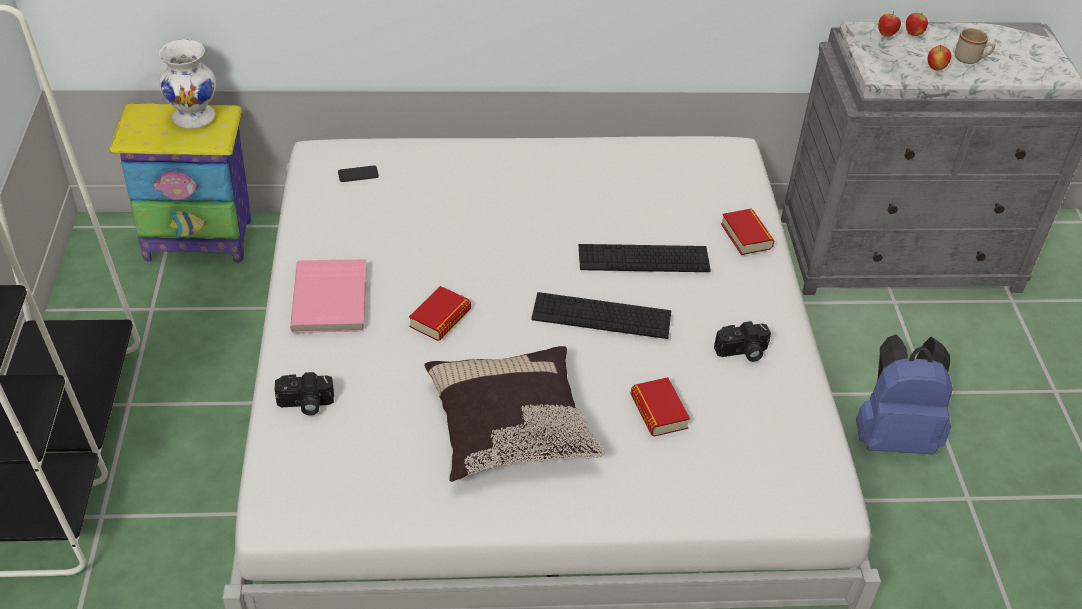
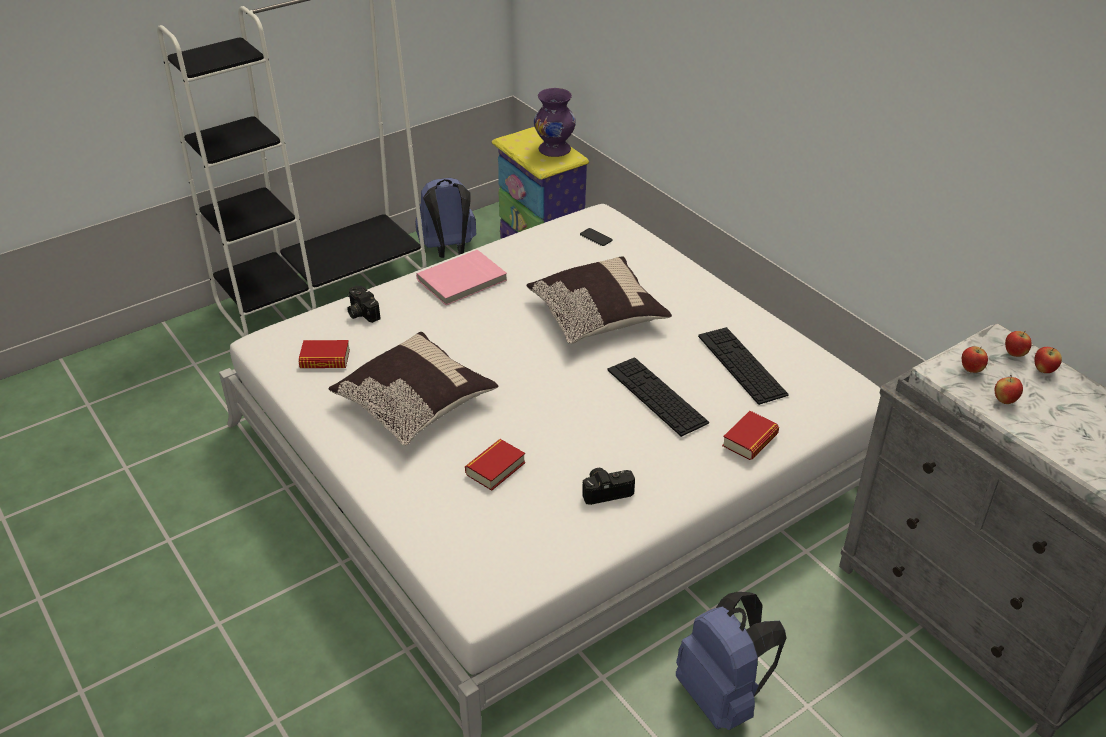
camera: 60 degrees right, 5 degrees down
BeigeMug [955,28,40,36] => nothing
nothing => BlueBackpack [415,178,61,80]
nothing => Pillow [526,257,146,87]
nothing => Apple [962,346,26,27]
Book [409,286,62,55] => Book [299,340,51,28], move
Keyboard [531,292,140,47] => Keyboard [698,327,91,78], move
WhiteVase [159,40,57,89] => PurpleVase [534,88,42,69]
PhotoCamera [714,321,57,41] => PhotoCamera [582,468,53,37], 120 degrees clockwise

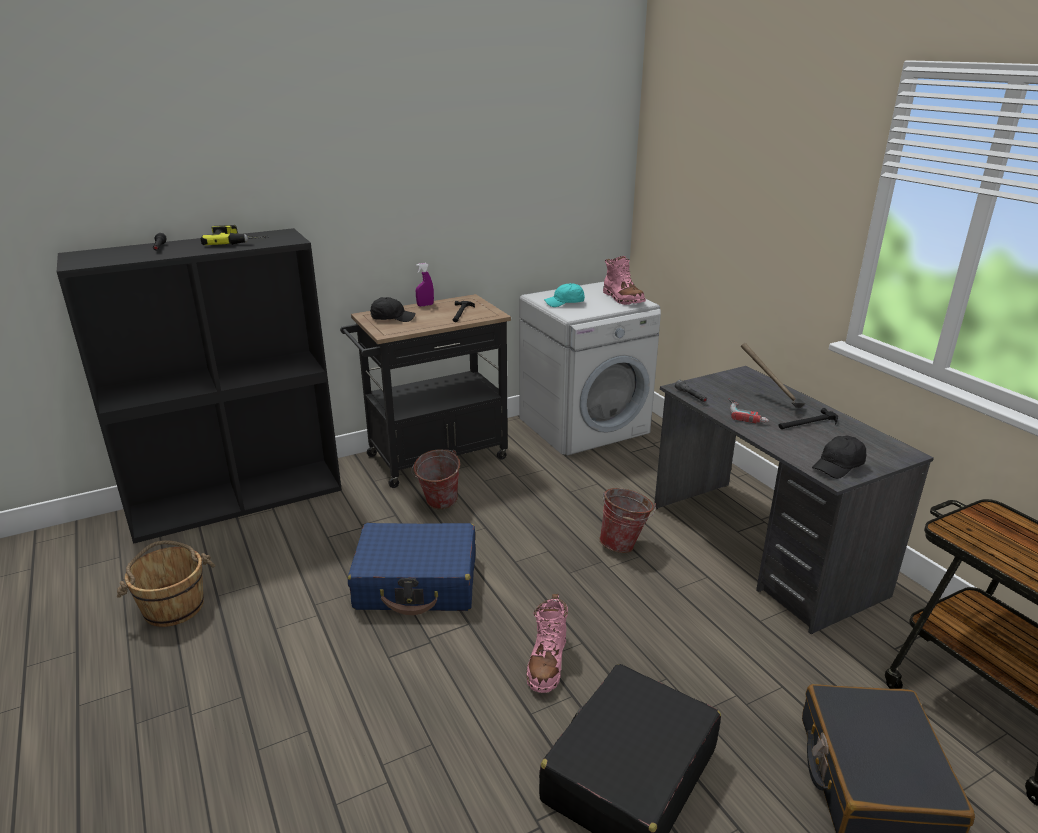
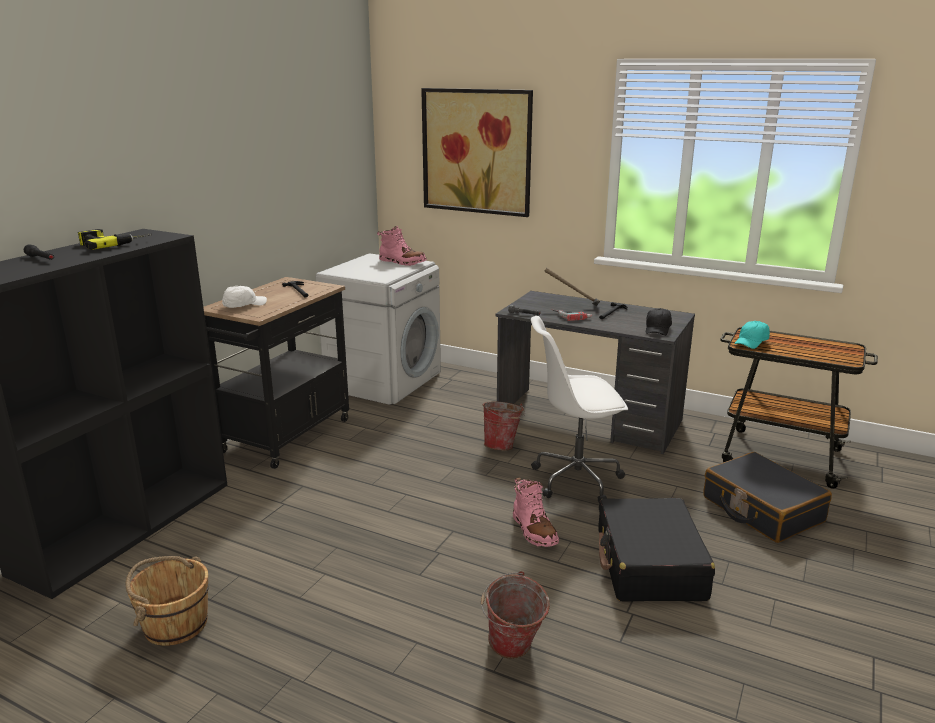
camera: 35 degrees left, 5 degrees down
BlueSuitcase [348,523,128,92] => nothing
PurpleSprayBottle [416,263,18,44] => nothing
nothing => Picture [421,88,112,129]
nothing => WhiteOfficeChair [531,316,97,187]
Bucket [411,449,49,60] => Bucket [481,571,69,88], move
TurquoiseCap [544,283,41,24] => TurquoiseCap [734,321,36,28], move
BlackCap [370,297,45,25] => WhiteCap [222,286,45,22]

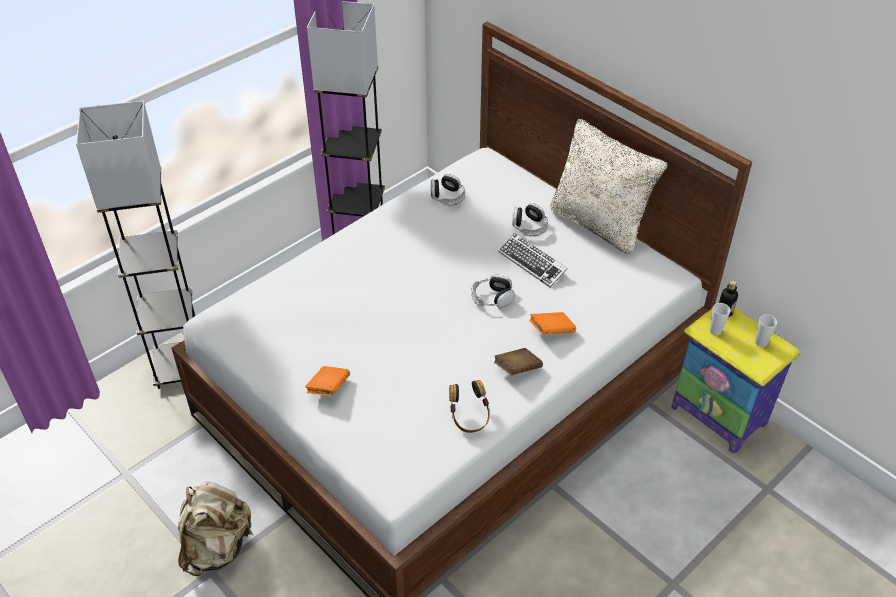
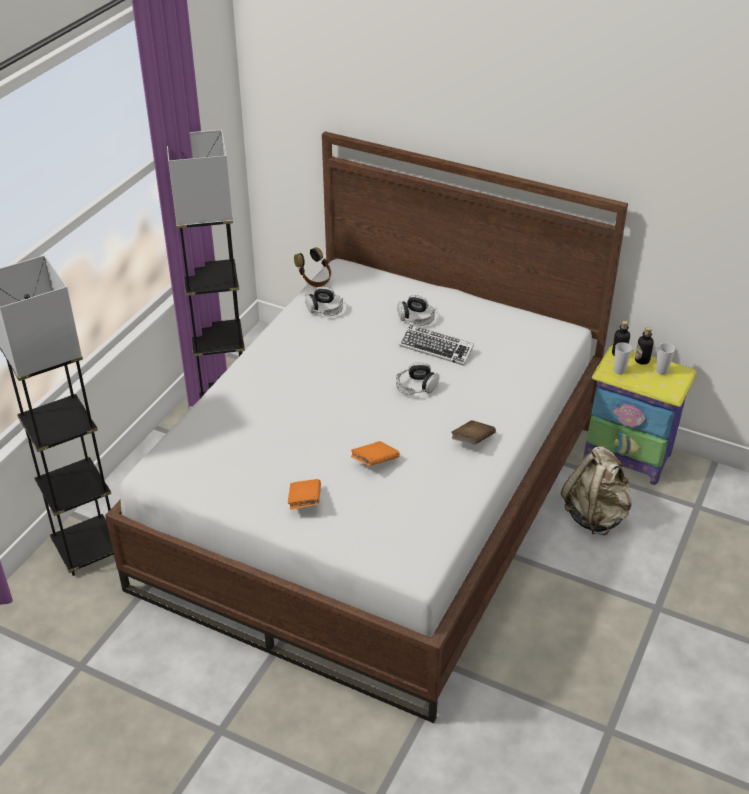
camera: 20 degrees left, 5 degrees down
BeigePillow [550,119,117,134] => nothing
nothing => Bottle [635,327,19,38]
BeigeBackpack [178,481,76,95] => BeigeBackpack [561,446,71,89], move
Headphones [449,380,41,53] => Headphones [294,247,37,40], move
OrangeBook [529,312,47,22] => OrangeBook [351,441,49,25], move

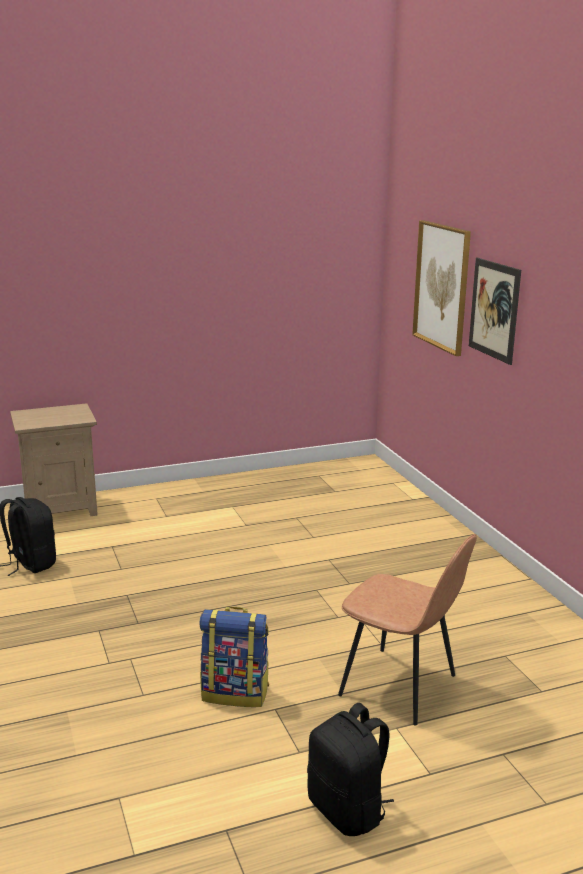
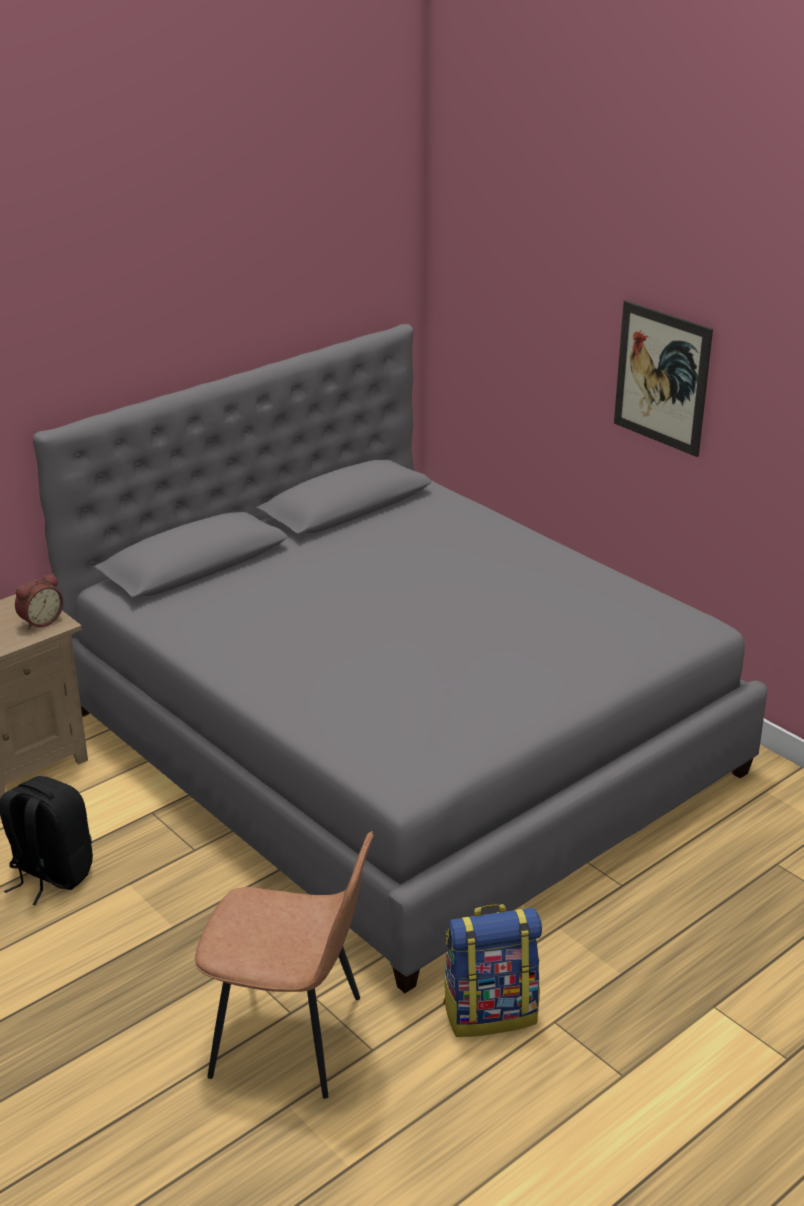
camera: 20 degrees left, 10 degrees up
BlackBackpack [307,703,87,133] => nothing
Picture [412,220,59,136] => nothing
nothing => AlarmClock [15,573,48,57]
nothing => GreyBed [33,324,735,669]
BrownChair [338,534,139,192] => BrownChair [195,831,179,268], move

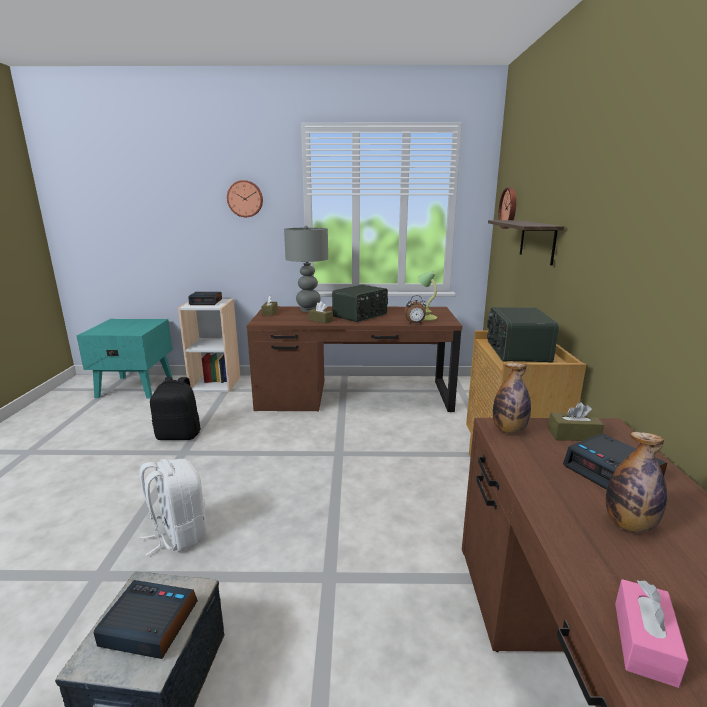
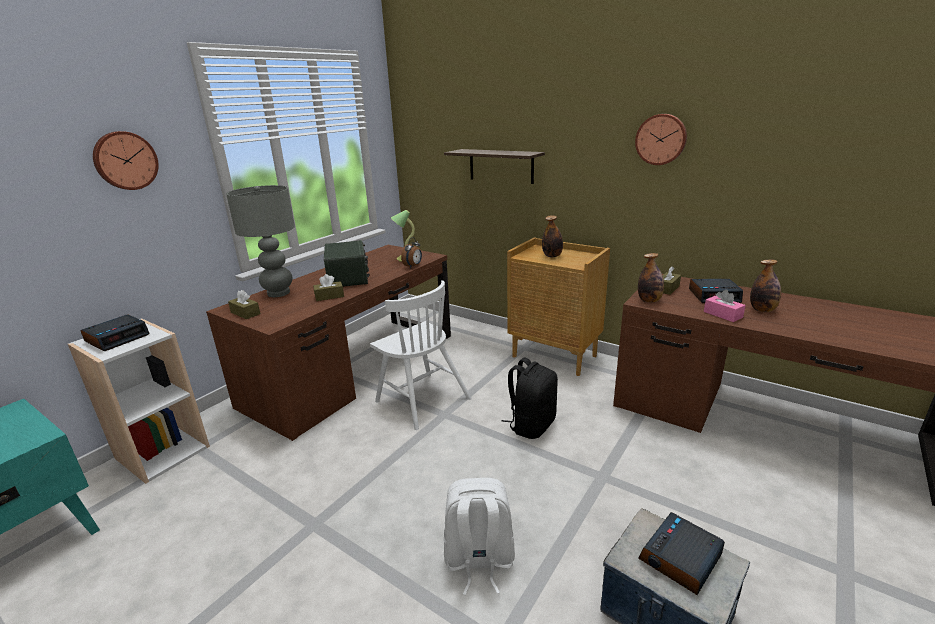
camera: 55 degrees left, 5 degrees up
nothing => WhiteChair [370,280,102,150]
BlackBackpack [150,377,51,63] => BlackBackpack [502,358,56,81], move
WallClock [498,188,18,41] => WallClock [635,114,52,51], move
PinkTissueBox [615,579,74,109] => PinkTissueBox [704,290,42,32], move
Radio [487,307,72,55] => Bottle [542,215,21,42]

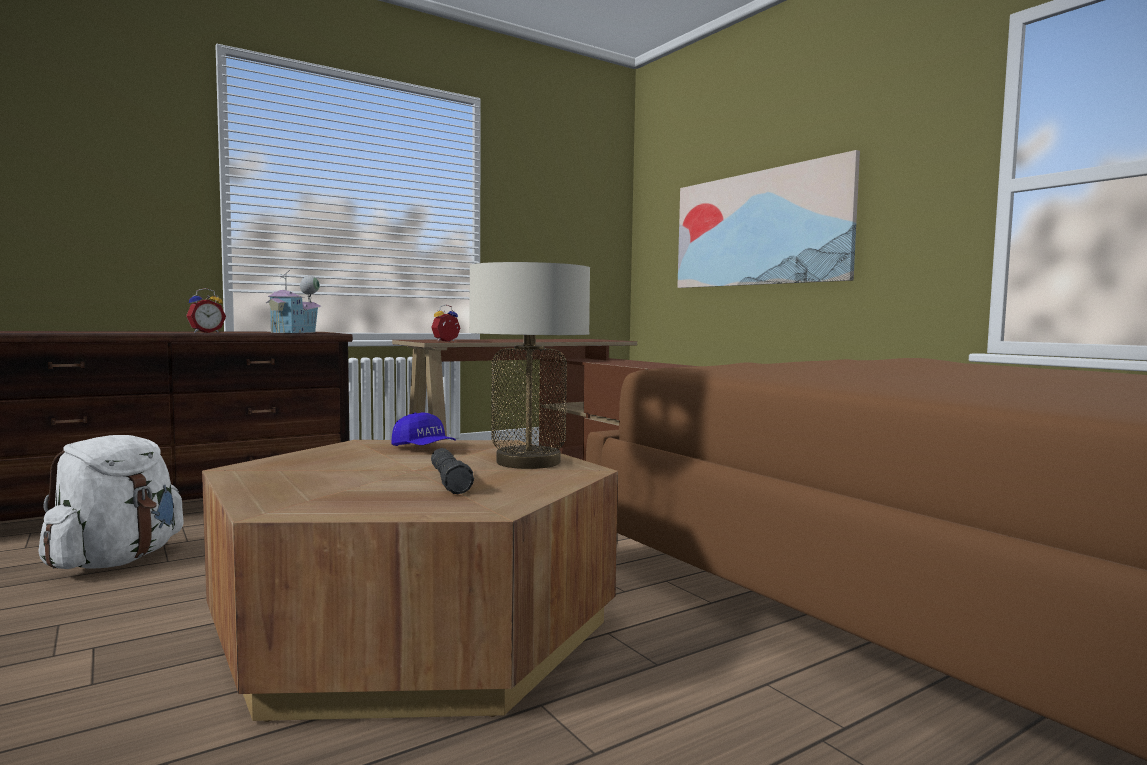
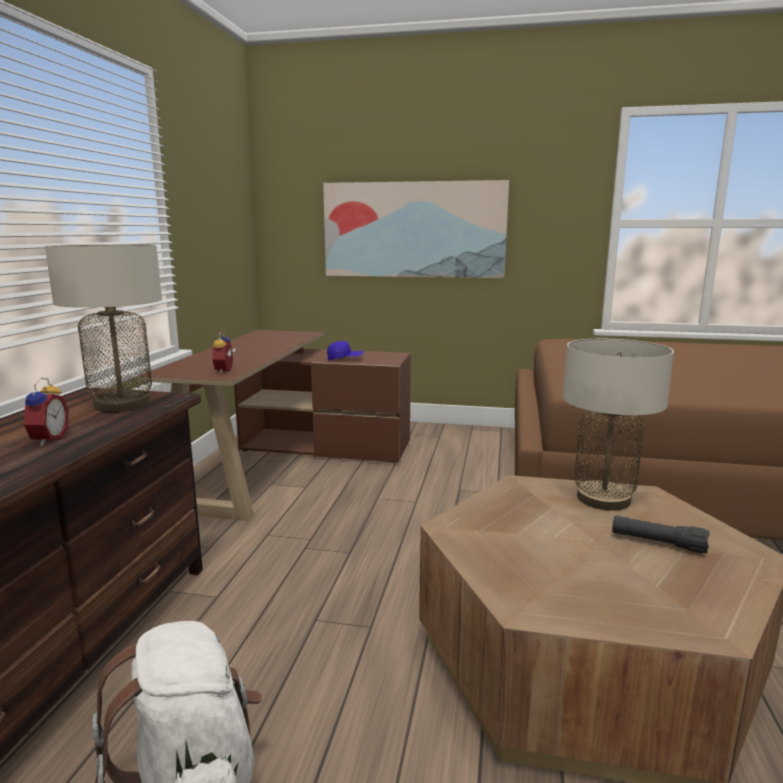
camera: 45 degrees left, 10 degrees up
BlueCap [391,412,65,34] => BlueCap [327,341,37,19], move
ToyHouse [266,270,55,63] => TableLamp [45,244,117,168]

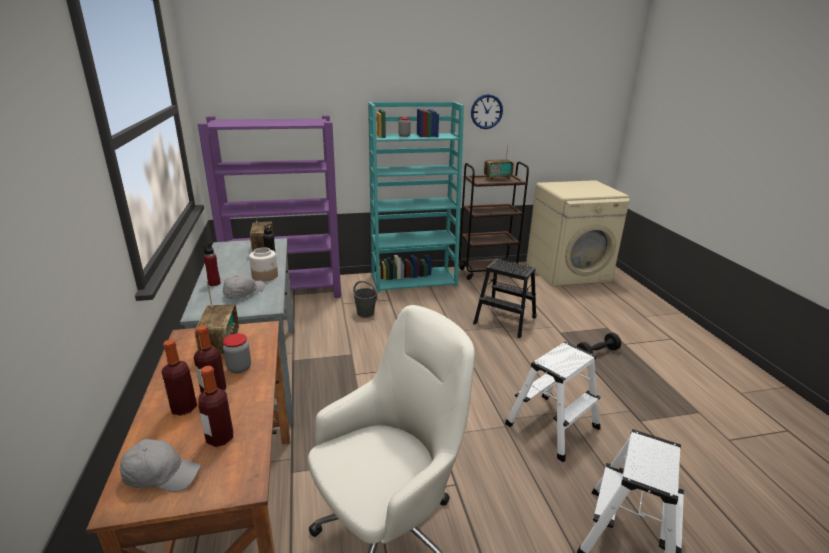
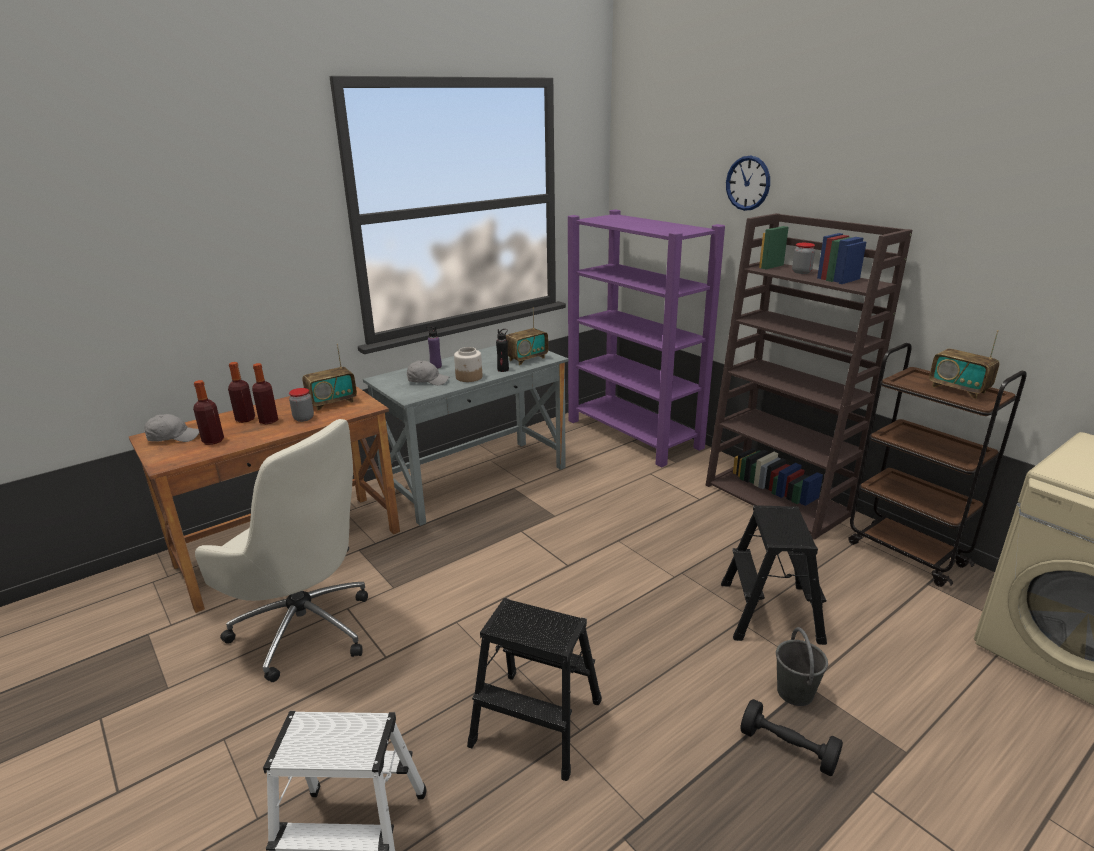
camera: 65 degrees right, 0 degrees up
GreyBucket [353,281,24,36] => GreyBucket [776,627,52,79], move
WallClock [471,94,32,35] => WallClock [726,156,44,55], move
RedBottle [203,243,18,43] => PurpleBottle [426,326,16,43]
TurquoiseBookcase [368,102,96,191] => BrownBookcase [705,213,207,327]
WhiteStepLadder [505,341,96,121] => BlackStepLadder [467,598,135,183]
GreyCap [120,439,81,53] => GreyCap [144,414,55,28], 75 degrees counterclockwise

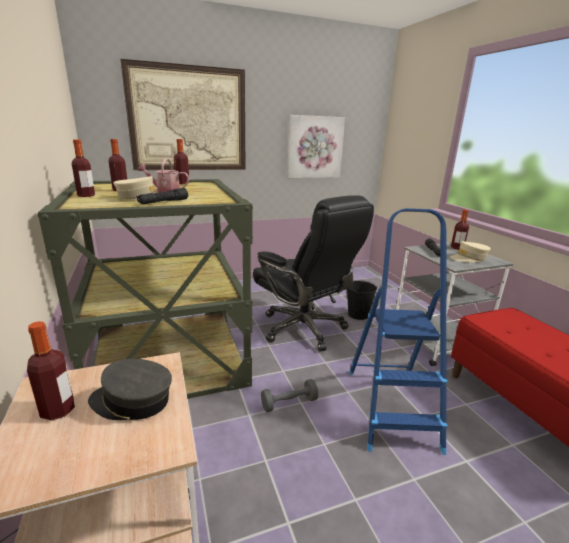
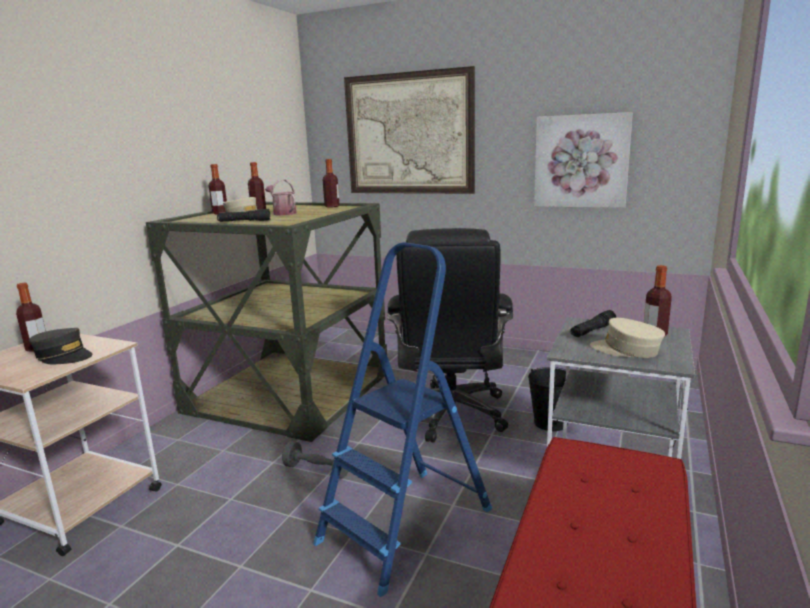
camera: 45 degrees right, 5 degrees down
GreyCap [88,359,84,61] => GreyCap [29,328,63,36], 150 degrees clockwise

